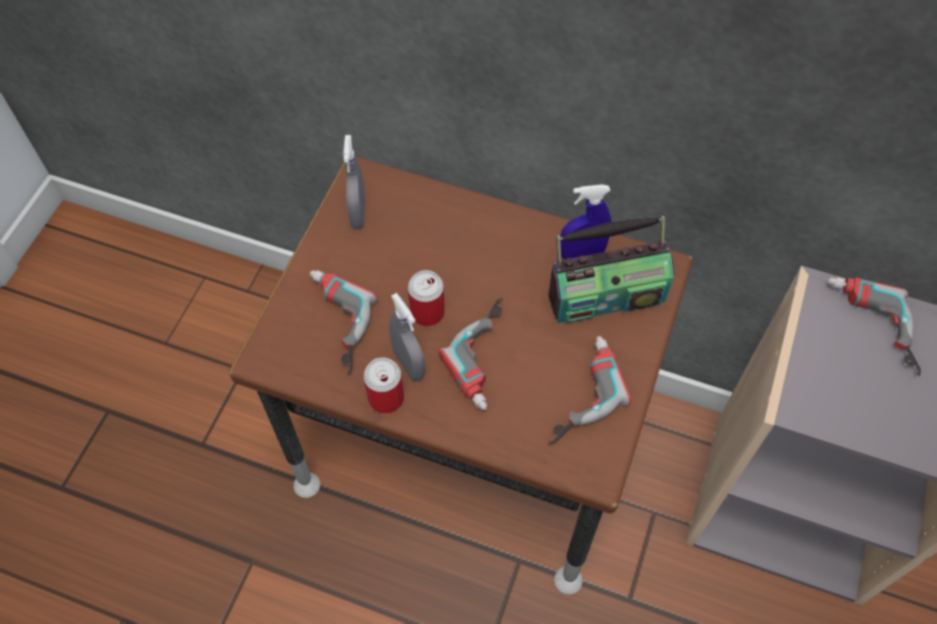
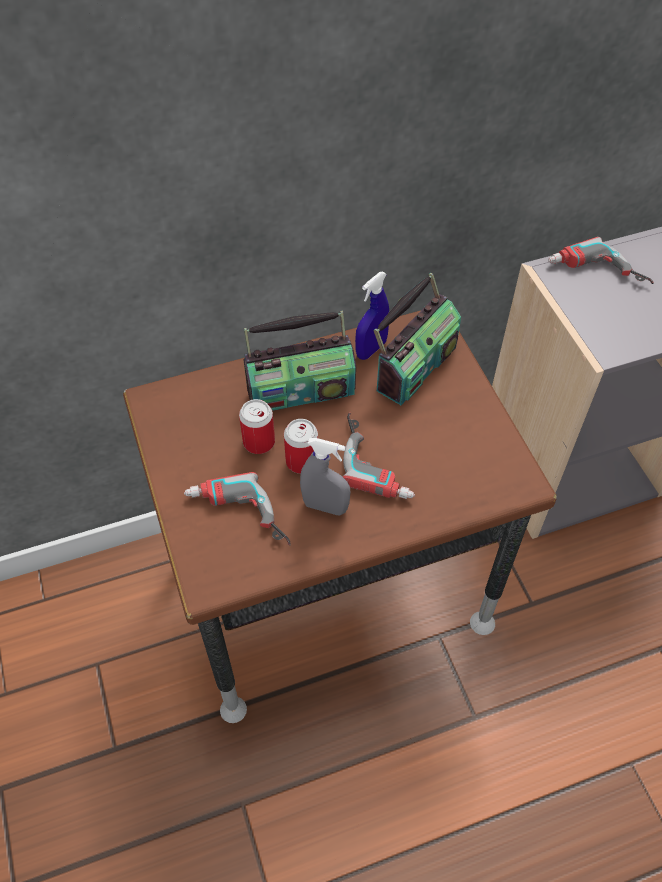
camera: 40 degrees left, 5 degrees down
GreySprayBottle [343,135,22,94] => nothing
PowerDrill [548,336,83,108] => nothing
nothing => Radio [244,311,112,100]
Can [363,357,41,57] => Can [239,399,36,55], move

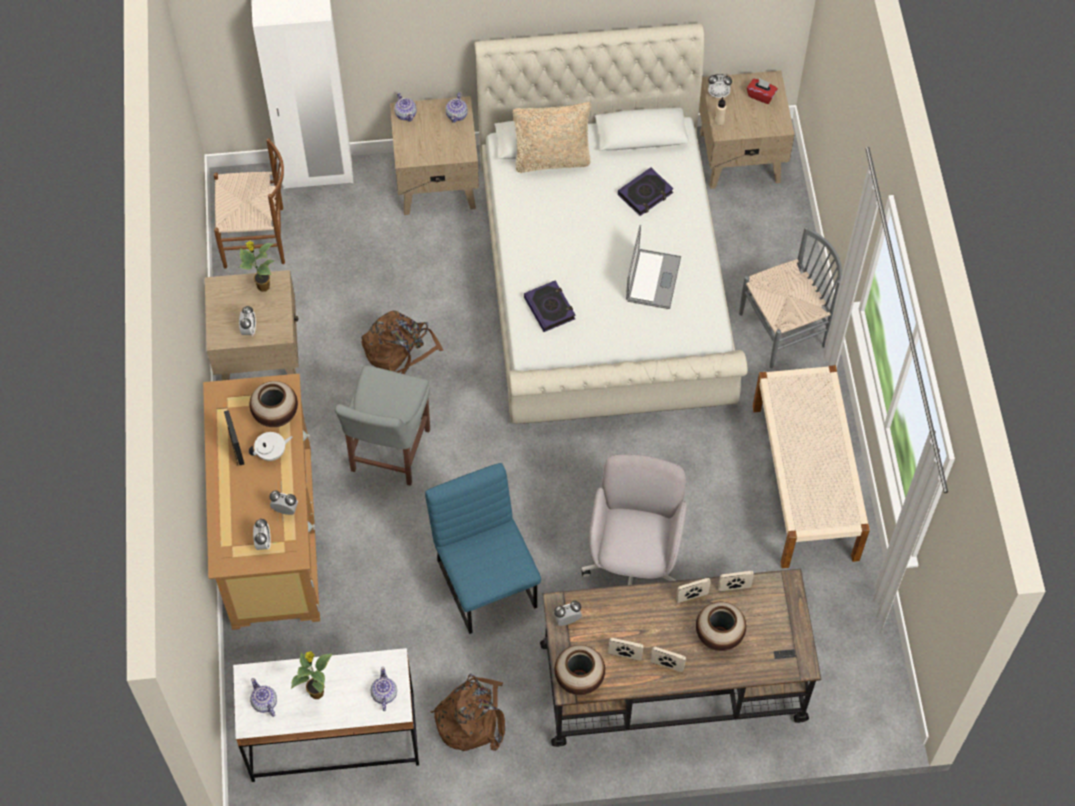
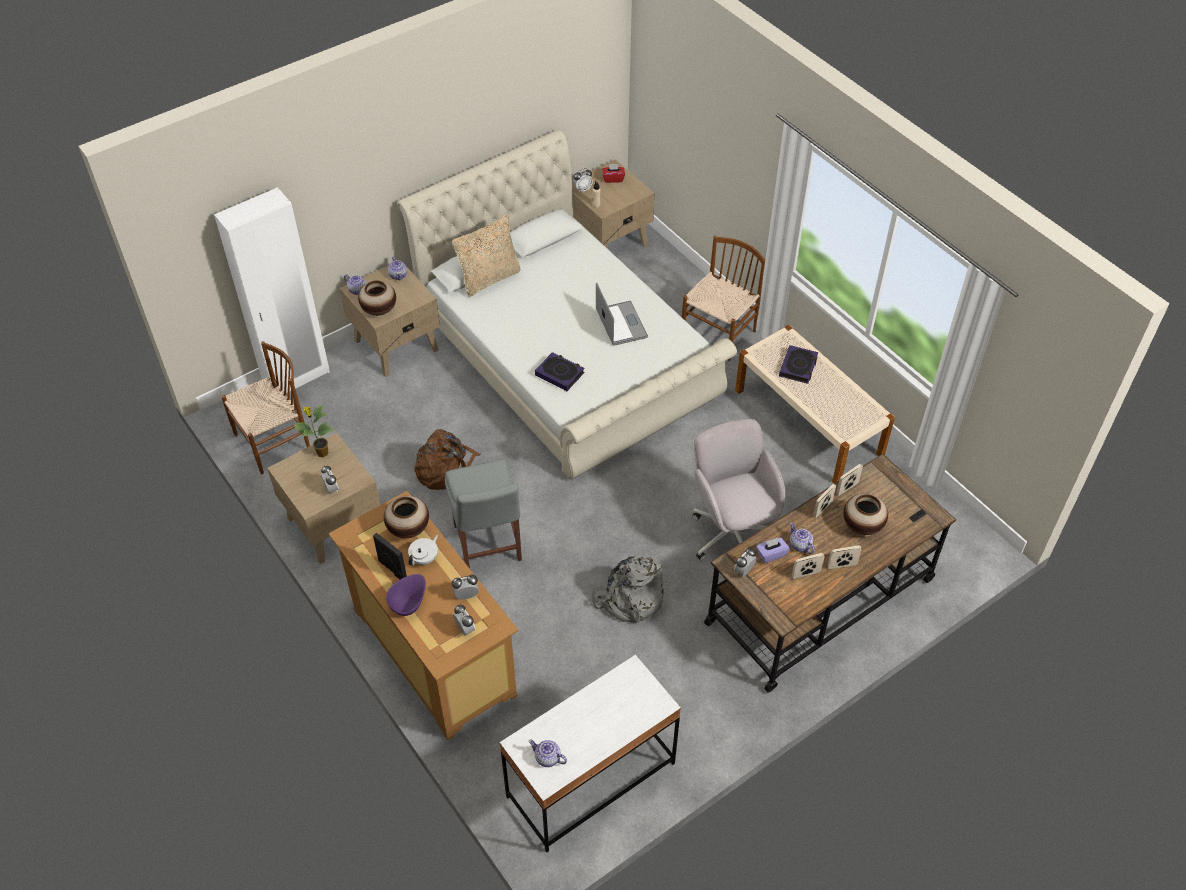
camera: 30 degrees left, 10 degrees down
PottedPlant [291,651,42,48] => nothing
BrownBackpack [431,674,74,77] => nothing
nothing => PurpleBowl [386,574,40,42]
nothing => PurpleTissueBox [756,537,34,26]
Teapot [371,667,26,44] => Teapot [790,522,25,32], move
Vase [555,645,50,50] => Vase [358,281,38,35], move
Book [618,167,56,49] => Book [779,345,39,39], move
BlueChair [425,463,116,171] => GreyBackpack [590,555,74,68]
GreyChair [739,226,103,142] => BrownChair [682,236,83,125]

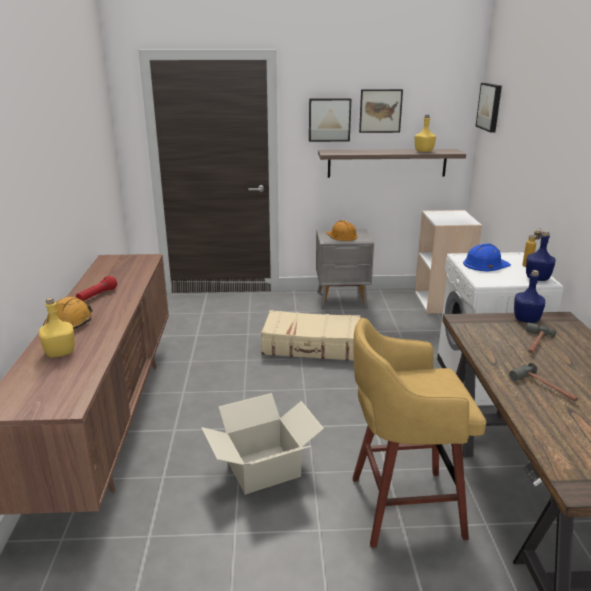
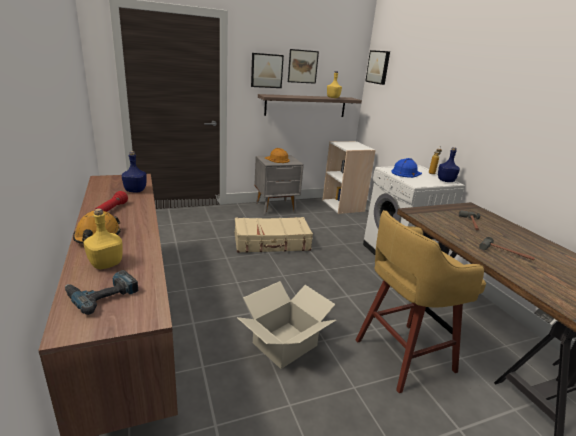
camera: 20 degrees left, 0 degrees up
nothing => PowerDrill [65,270,73,45]
BlueBottle [514,270,31,53] => BlueBottle [122,151,25,41], move

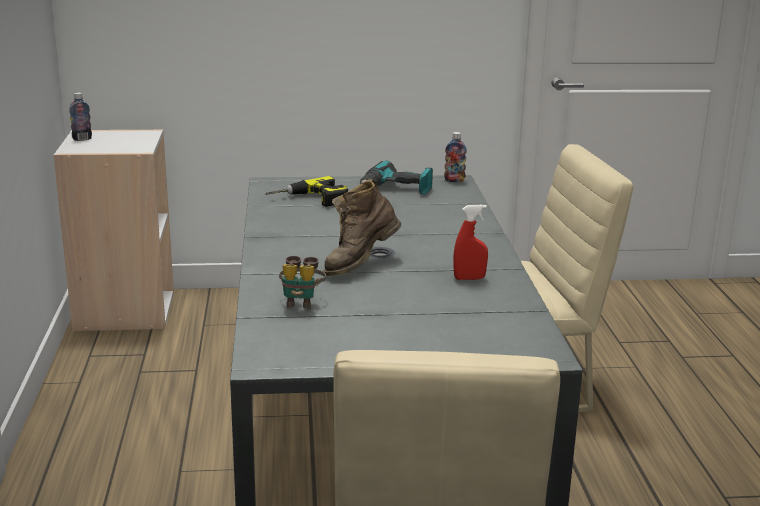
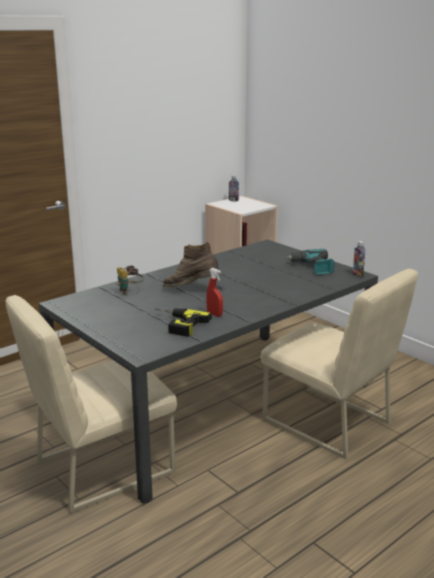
camera: 55 degrees right, 0 degrees up
PowerDrill [265,176,83,31] => PowerDrill [155,308,57,29], move

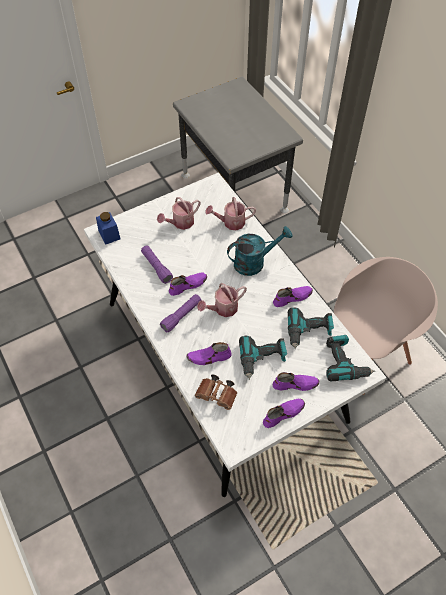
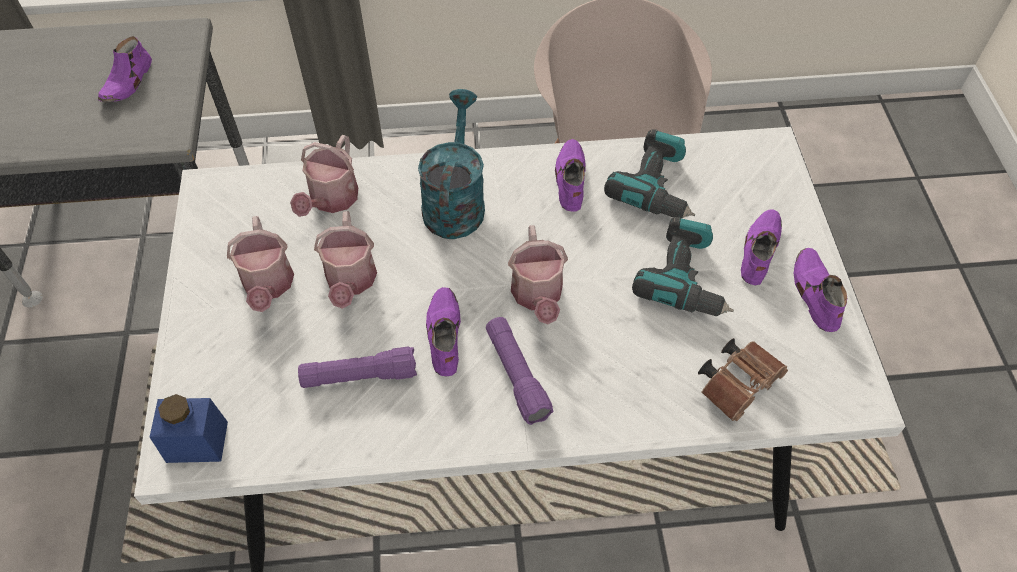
camera: 65 degrees left, 0 degrees up
PowerDrill [326,335,49,46] => nothing
nothing => WateringCan [314,211,63,98]
PurpleShoe [186,342,46,23] => PurpleShoe [98,36,54,67], move

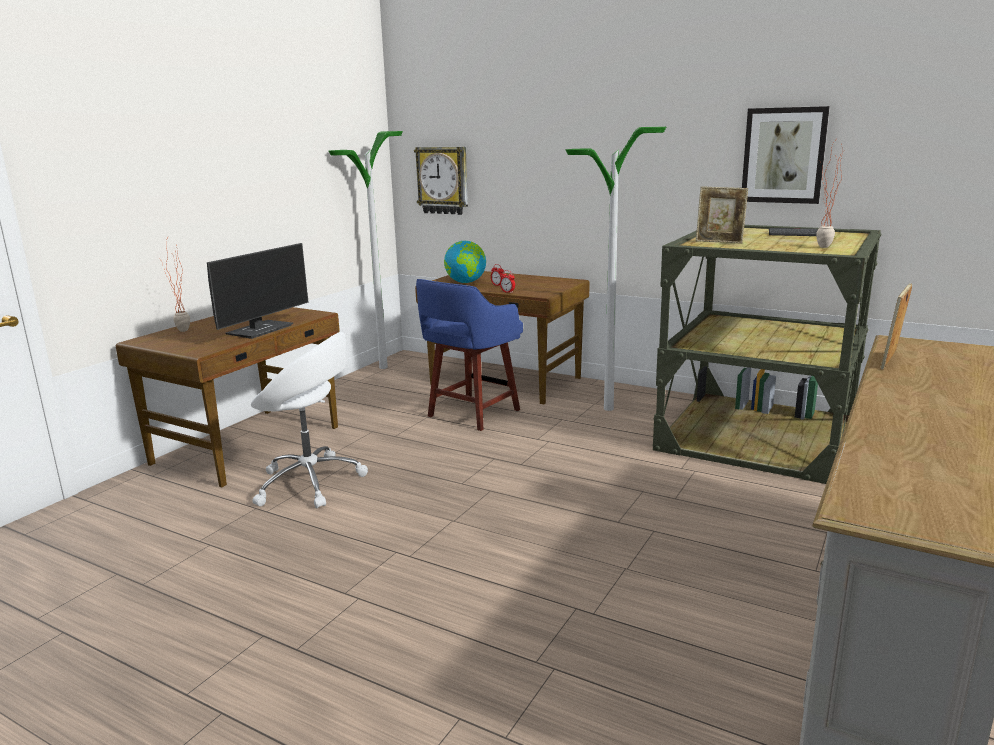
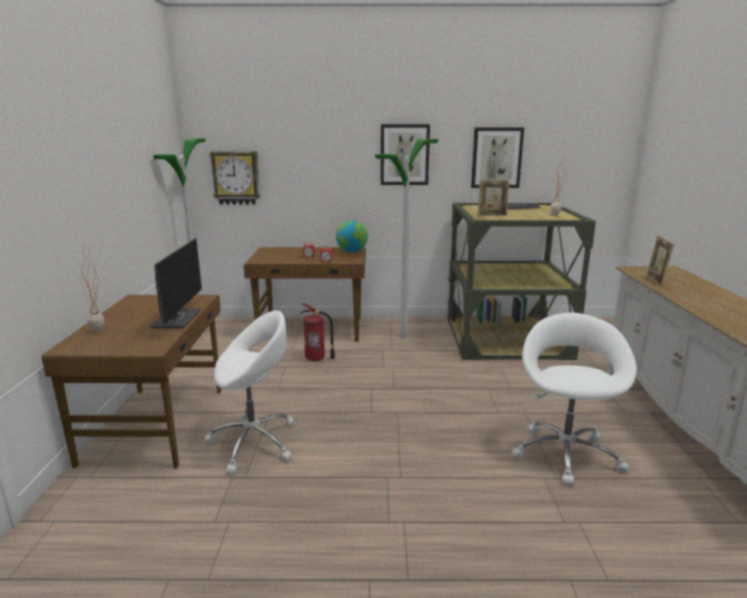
camera: 30 degrees left, 0 degrees up
nothing => Picture [381,124,49,61]
nothing => WhiteOfficeChair [512,313,125,172]
Globe [444,241,42,42] => Globe [336,221,32,31], move
BlueStool [416,279,107,152] => FireExtinguisher [300,303,35,58]

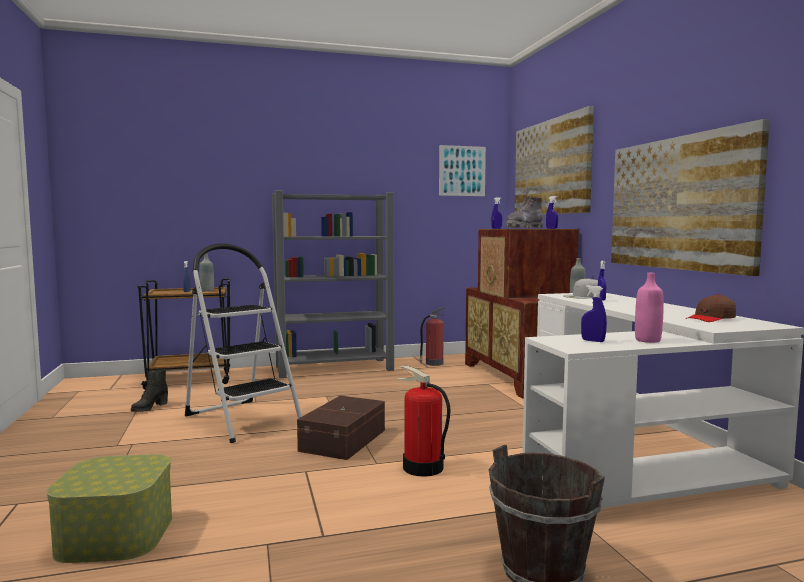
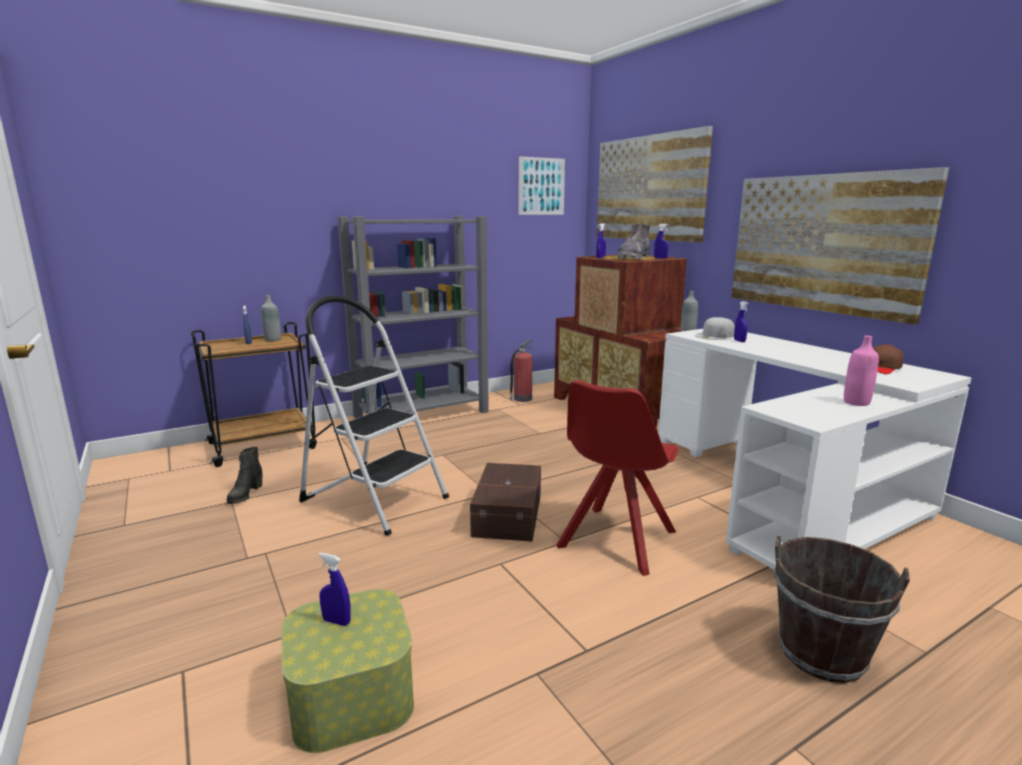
camera: 15 degrees left, 10 degrees up
BlueSprayBottle [581,285,26,57] => BlueSprayBottle [319,553,32,73], move
FireExtinguisher [397,365,53,112] => RedChair [556,380,122,196]

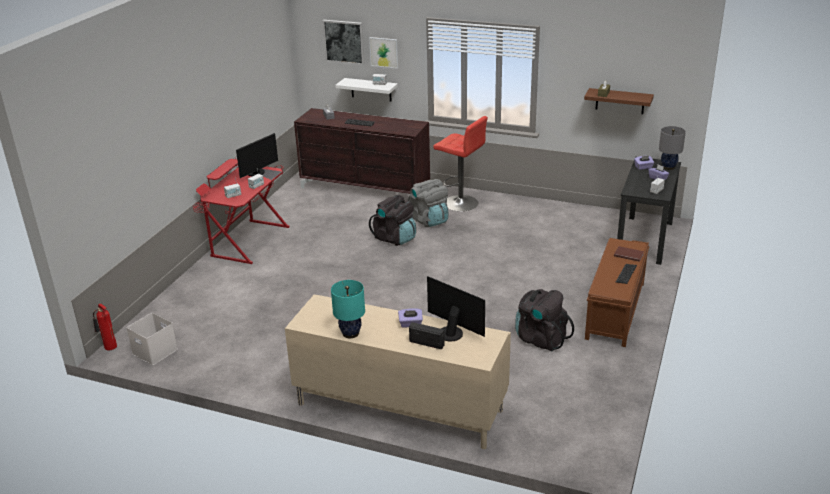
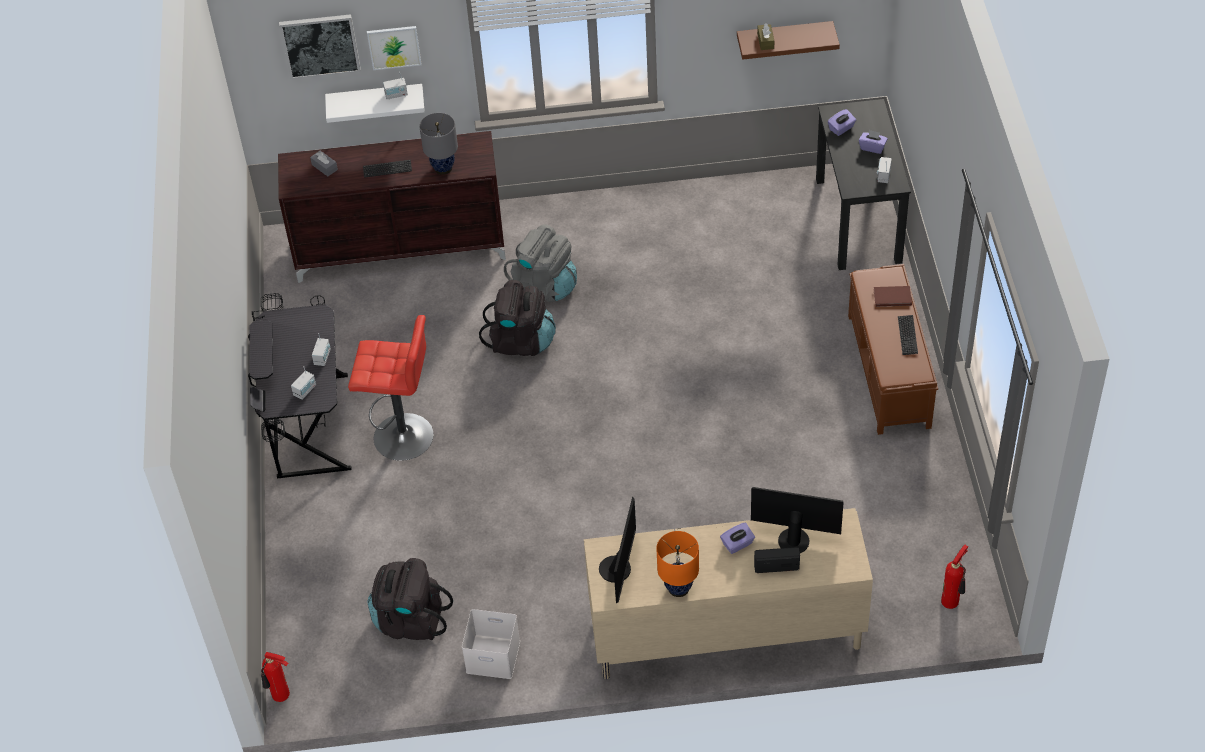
camera: 25 degrees left, 20 degrees up
nothing => FireExtinguisher [941,544,27,65]
WhiteStorageBox [126,313,52,52] => WhiteStorageBox [462,609,58,70], move
Monitor [236,133,42,45] => Monitor [599,496,37,107], move
RedStool [433,116,55,95] => RedStool [348,315,86,146], move
BlackBackpack [515,289,59,62] => BlackBackpack [368,558,85,82], move
GreyTableLamp [659,126,27,44] => GreyTableLamp [419,113,39,62], move
RedDesk [193,156,96,108] => BlackDesk [248,293,104,185]
TurquoiseTableLamp [331,280,34,58] => OrangeTableLamp [656,531,43,66]

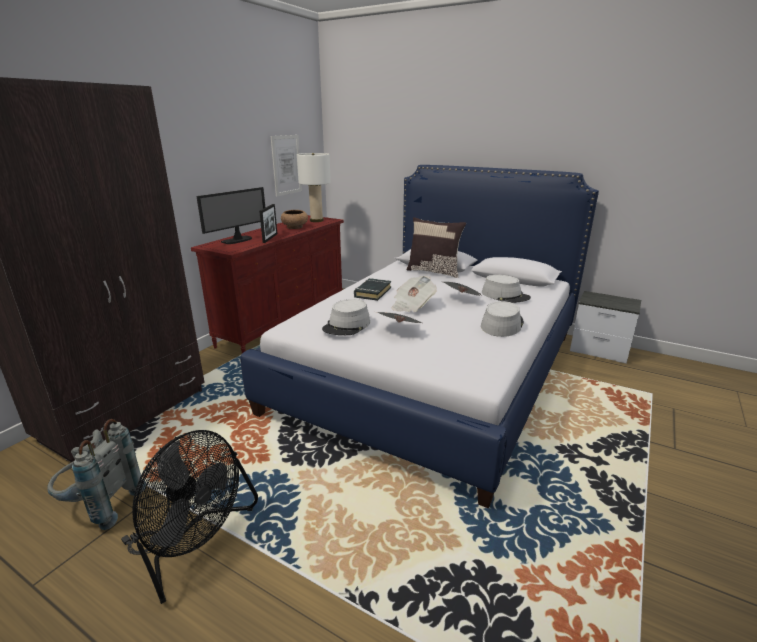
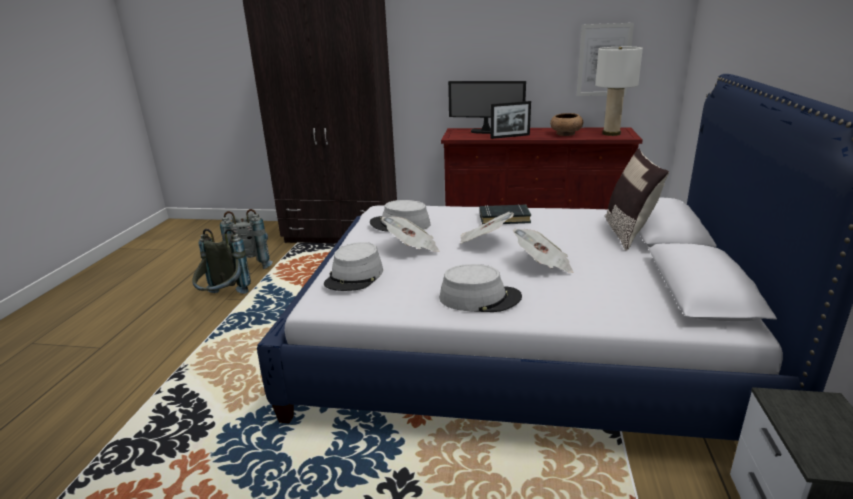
camera: 70 degrees right, 0 degrees up
GreyHat [482,275,49,28] => GreyHat [324,242,59,49], move
BlackFan [121,430,137,174] => GreyBackpack [192,229,59,65]

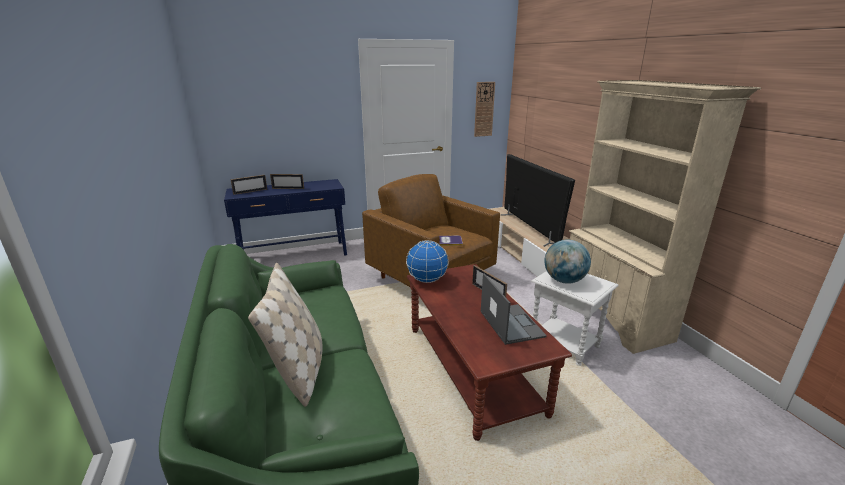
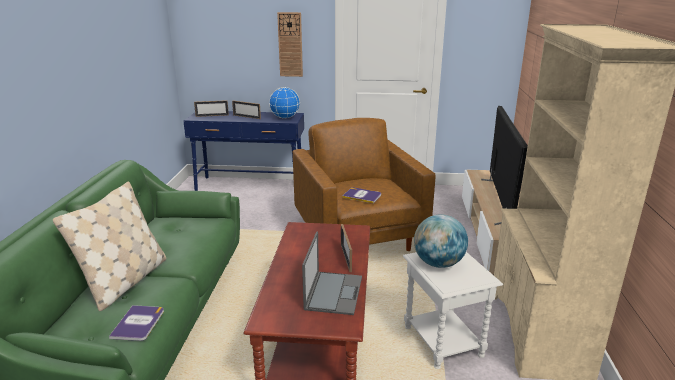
camera: 25 degrees right, 0 degrees up
nothing => Book [109,305,55,36]
Globe [406,240,43,43] => Globe [269,87,31,31], move
WallClock [474,82,21,55] => WallClock [277,12,26,65], move

